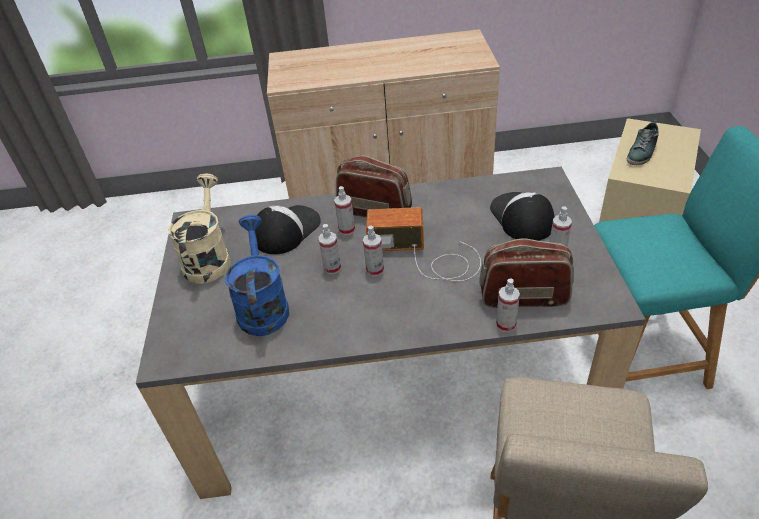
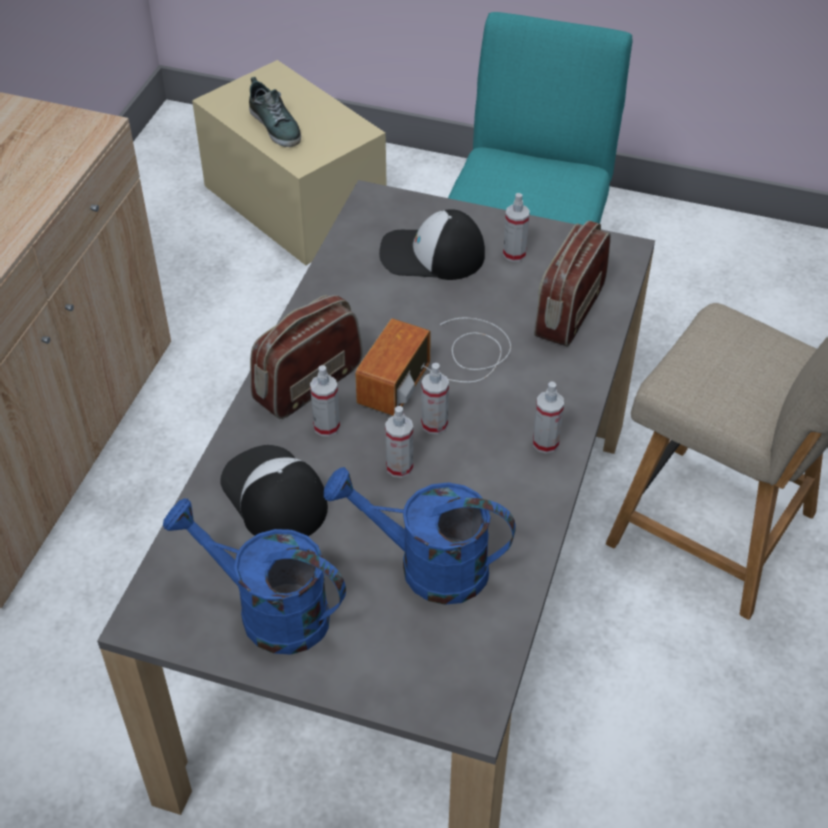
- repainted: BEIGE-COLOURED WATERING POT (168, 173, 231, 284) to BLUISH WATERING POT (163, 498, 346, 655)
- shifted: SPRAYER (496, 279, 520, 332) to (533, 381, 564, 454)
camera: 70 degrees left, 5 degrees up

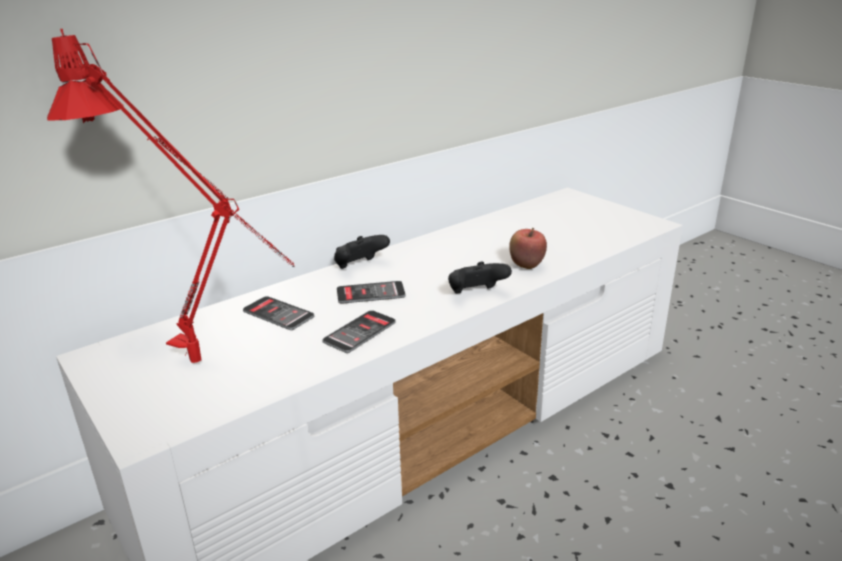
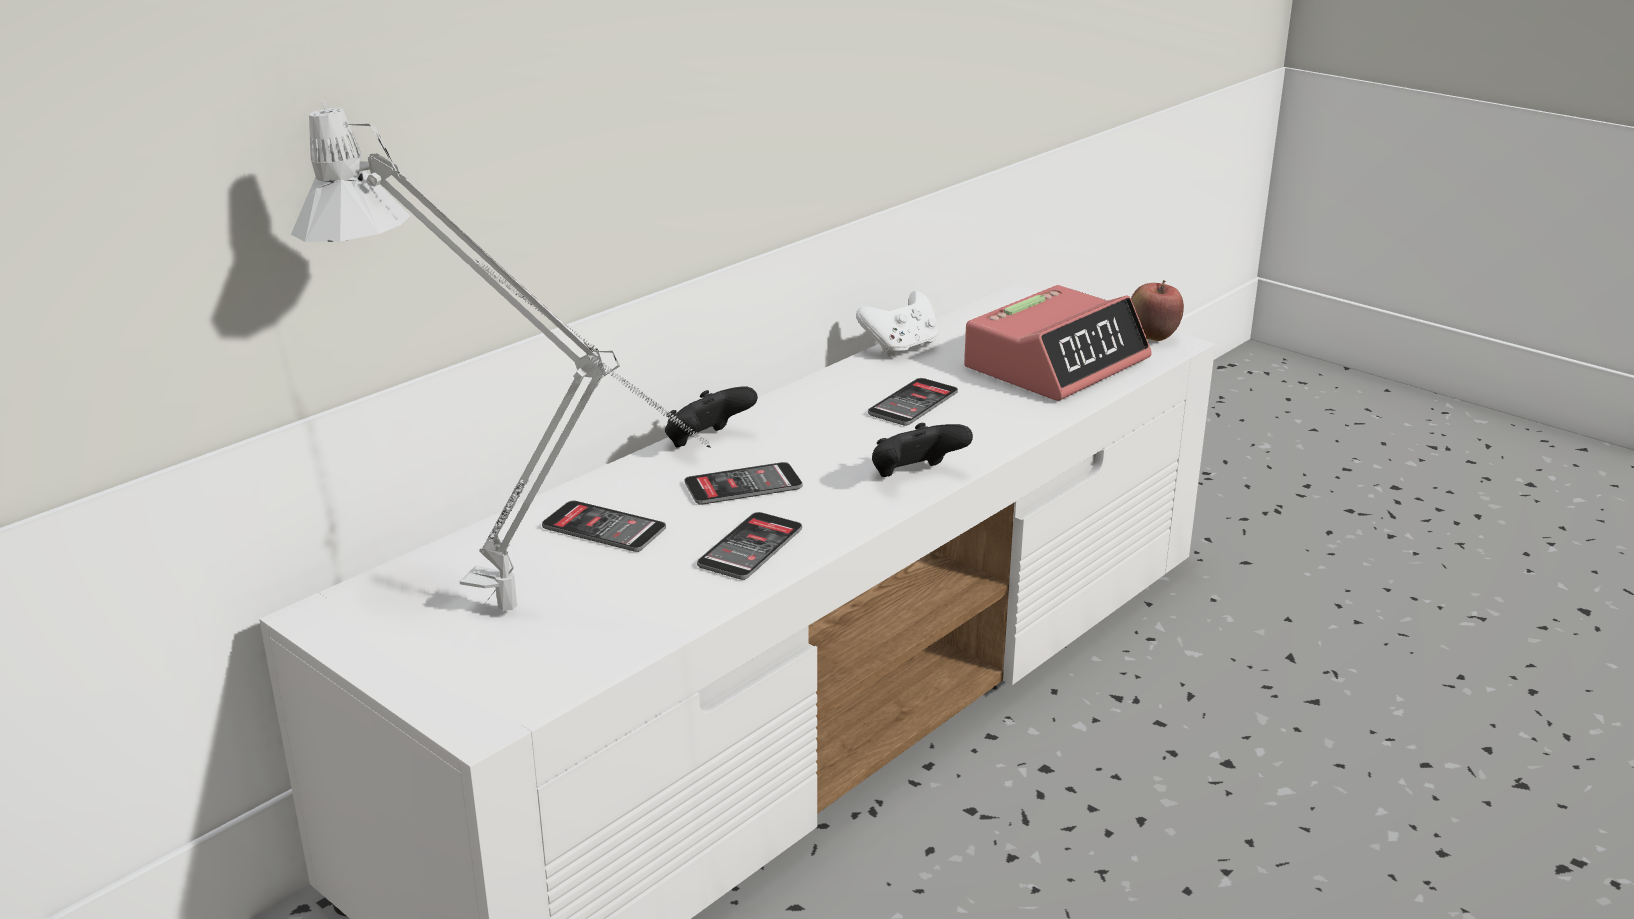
- repainted: RED TABLETOP LAMP (47, 29, 295, 363) to GREY TABLETOP LAMP (291, 101, 711, 611)
- new: WHITE-COLOURED JOYPAD (856, 291, 938, 358)
- new: PHONE (868, 378, 958, 426)
- new: ALARM CLOCK (964, 285, 1152, 401)
- shifted: APPLE FRUIT (509, 228, 547, 269) to (1131, 280, 1184, 341)
camera: 10 degrees left, 0 degrees up

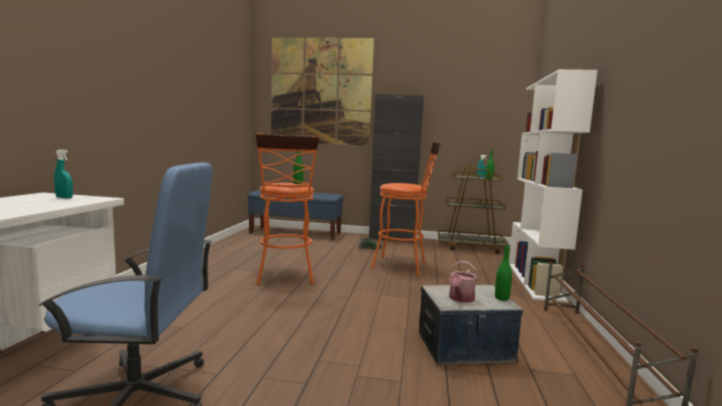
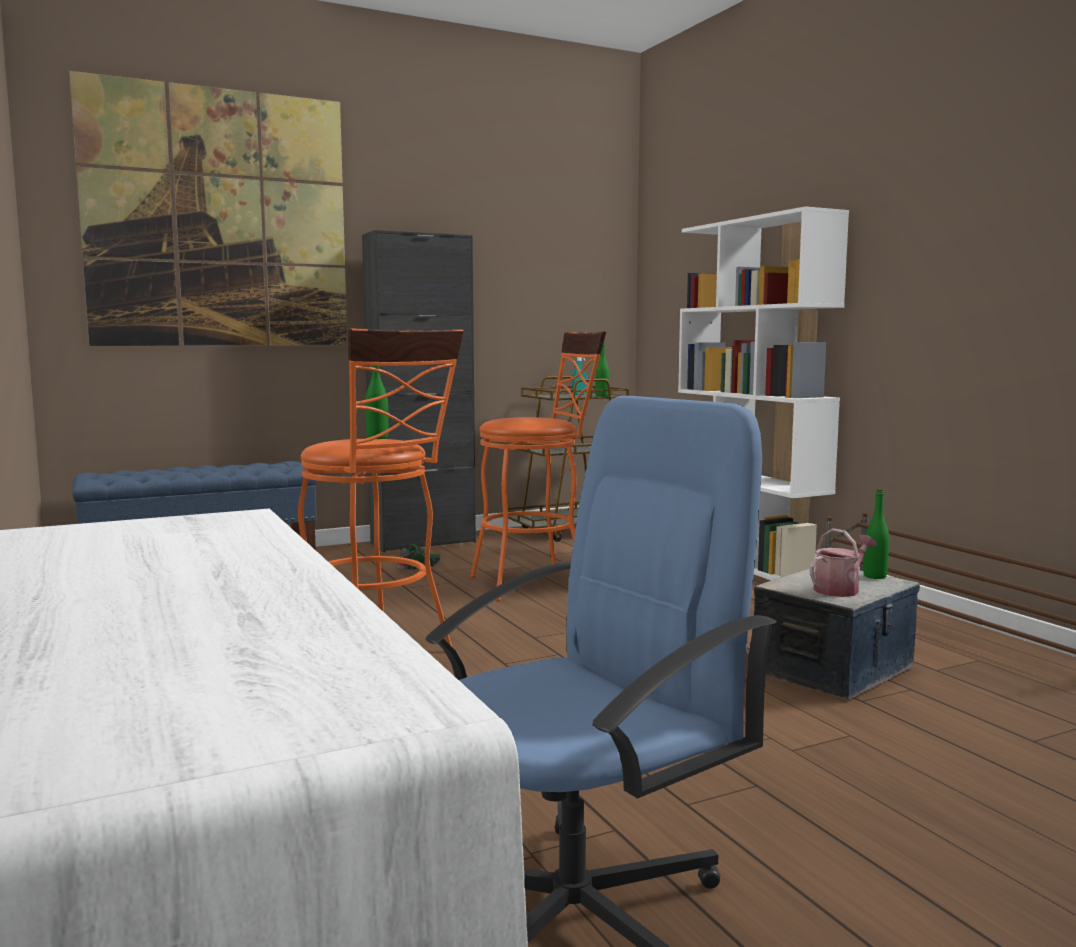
- rotated: WATERING POT (449, 261, 478, 303) = (810, 528, 877, 597) 120 degrees counterclockwise
- gone: TURQUOISE SPRAYER (54, 150, 73, 199)
camera: 35 degrees left, 0 degrees up

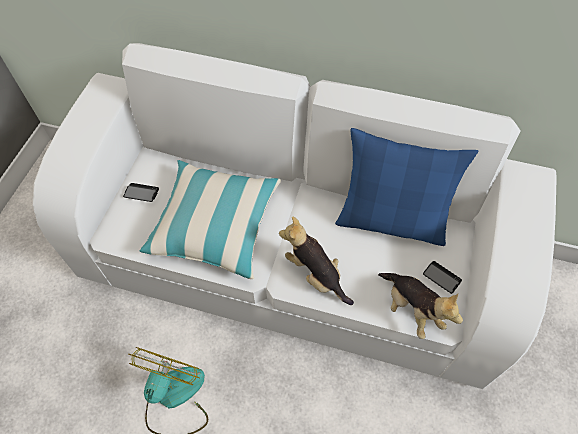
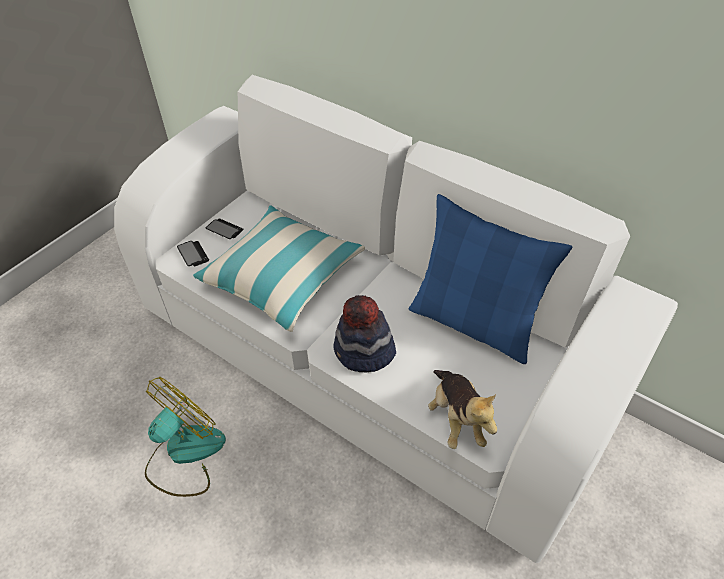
- shifted: PHONE (423, 261, 462, 294) to (177, 241, 209, 266)
- swapped: SOFT TOY (279, 217, 354, 305) to CLOTHING HAT (333, 295, 396, 373)
camera: 20 degrees right, 10 degrees down

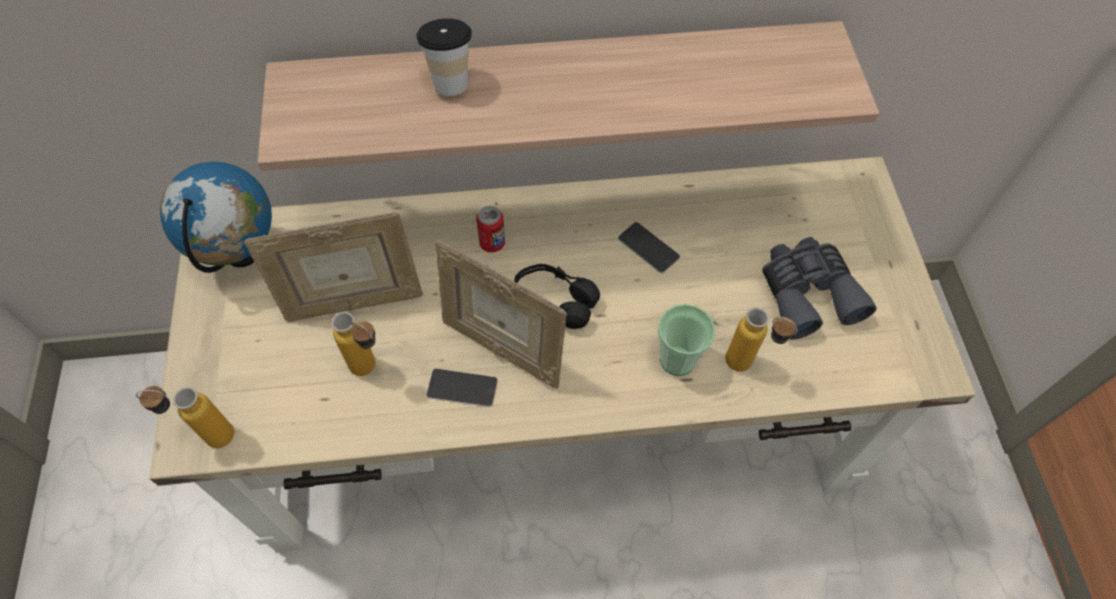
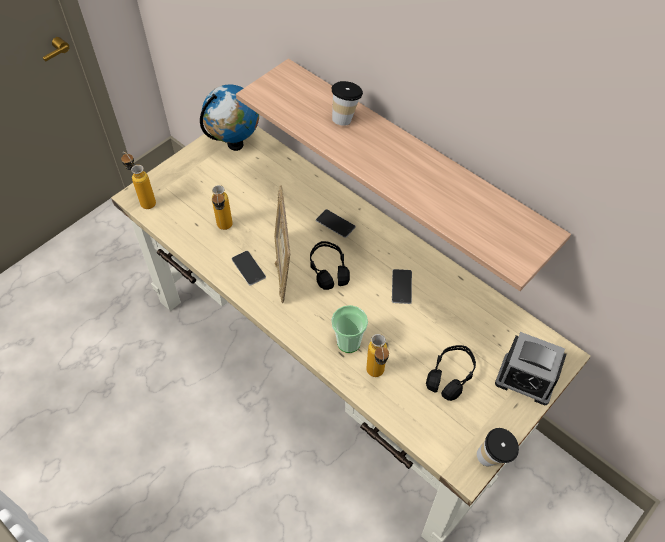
- swapped: SEALED CAN (476, 206, 505, 253) to PHONE (316, 209, 356, 238)
- swapped: GREY BINOCULARS (762, 237, 877, 339) to BLACKISH HEADPHONES (426, 345, 476, 401)
- new: CUP (477, 428, 519, 466)
- new: ALARM CLOCK (495, 332, 566, 405)
- gone: PHOTO FRAME (244, 212, 423, 322)
camera: 50 degrees right, 5 degrees down

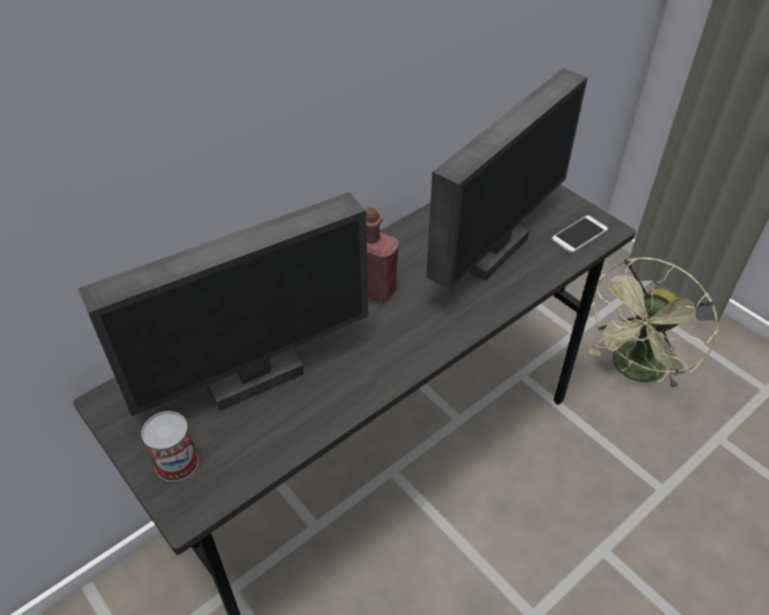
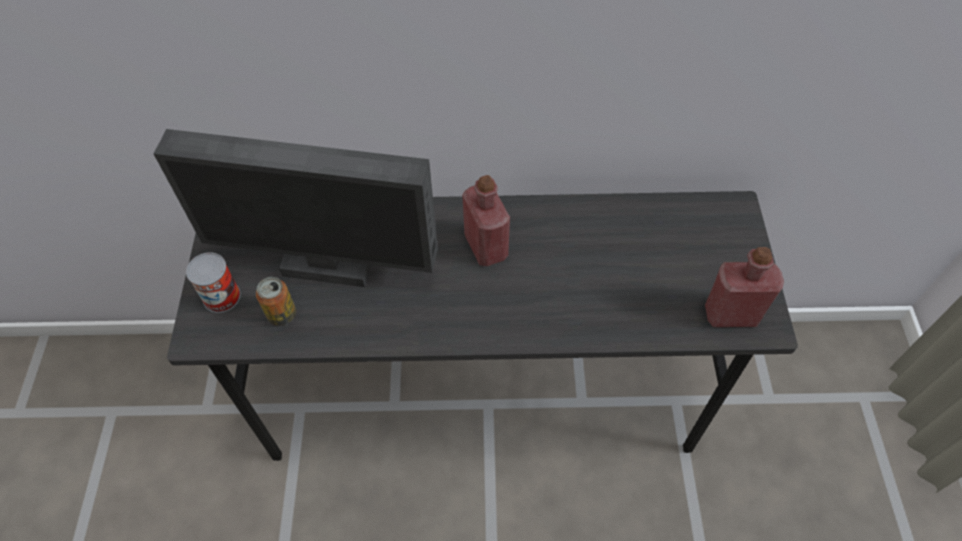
- new: SEALED CAN (256, 277, 296, 326)
- swapped: PHONE (552, 216, 608, 253) to RED DRINK BOTTLE (705, 247, 784, 327)
- gone: MONITOR (426, 68, 588, 290)
- gone: GREENISH ELECTRIC FAN (588, 258, 718, 390)
camera: 40 degrees right, 10 degrees up

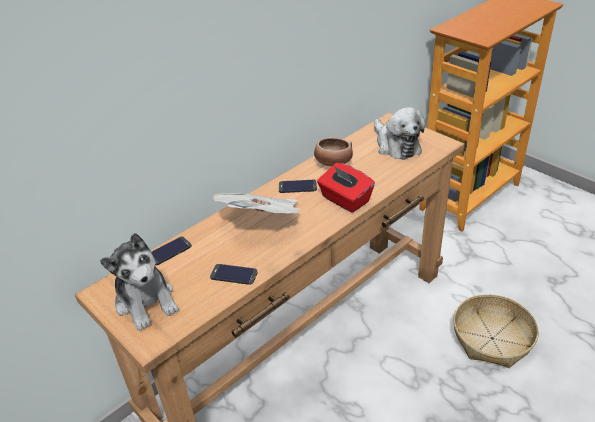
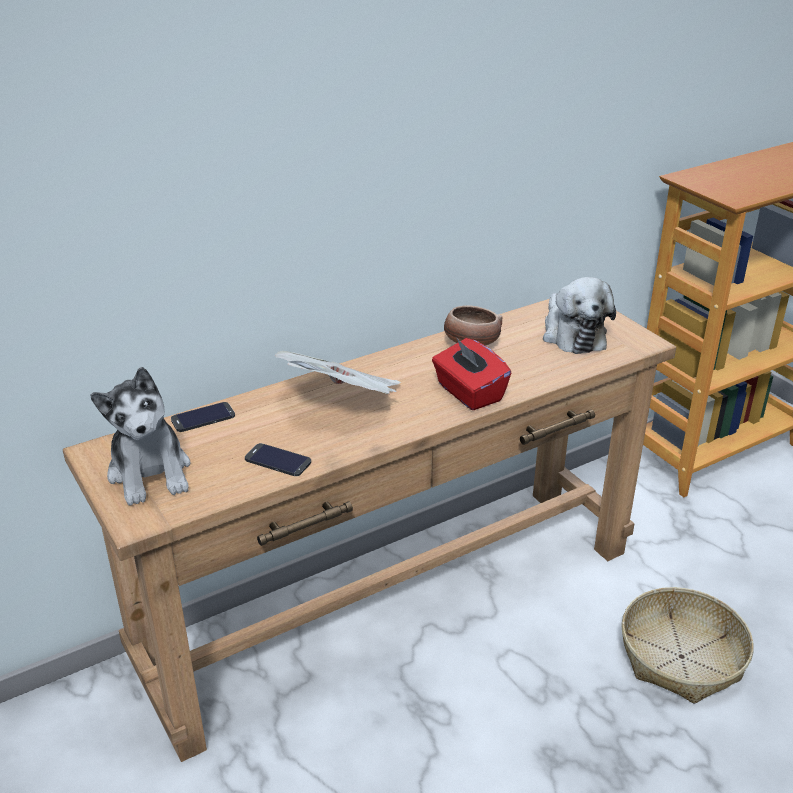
- gone: PHONE (278, 180, 317, 193)
camera: 10 degrees right, 5 degrees down

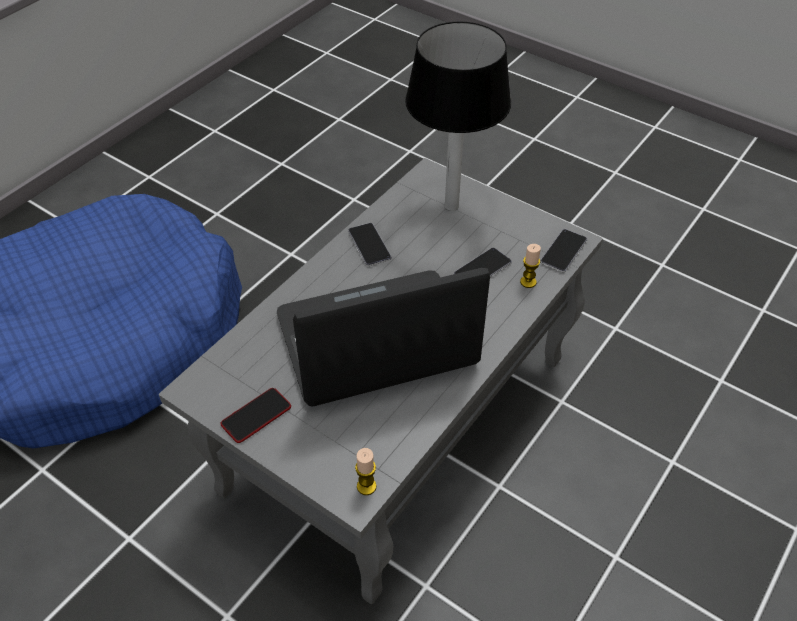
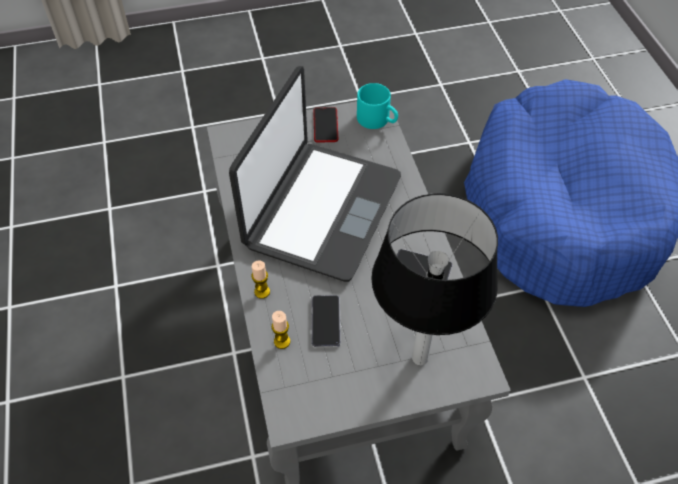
- shifted: WAX LIGHT (355, 448, 377, 495) to (251, 261, 270, 299)
- new: TURQUOISE COFFEE MUG (357, 83, 398, 129)
- gone: PHONE (540, 229, 587, 273)
camera: 130 degrees right, 5 degrees up

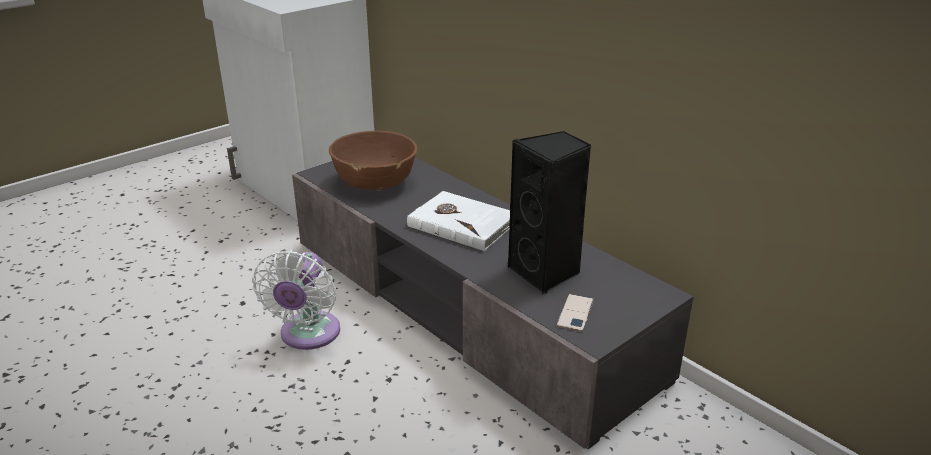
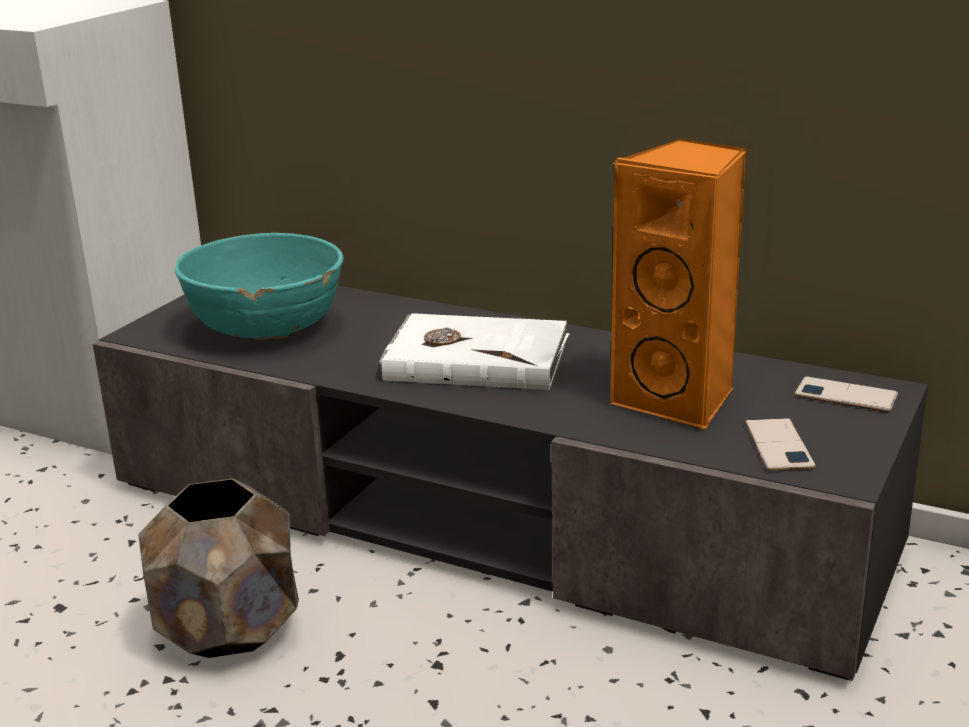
- swapped: WHITE-COLOURED ELECTRIC FAN (252, 250, 340, 350) to BROWN-COLOURED PLANTER (138, 478, 299, 658)
- repainted: BROWN-COLOURED DEEP DISH (329, 131, 417, 191) to TURQUOISE DEEP DISH (175, 233, 343, 340)
- repainted: BLACKISH LOUDSPEAKER (508, 131, 592, 294) to ORANGE-COLOURED LOUDSPEAKER (610, 139, 747, 430)
- new: PHONE (794, 376, 898, 412)
camera: 20 degrees left, 5 degrees down

